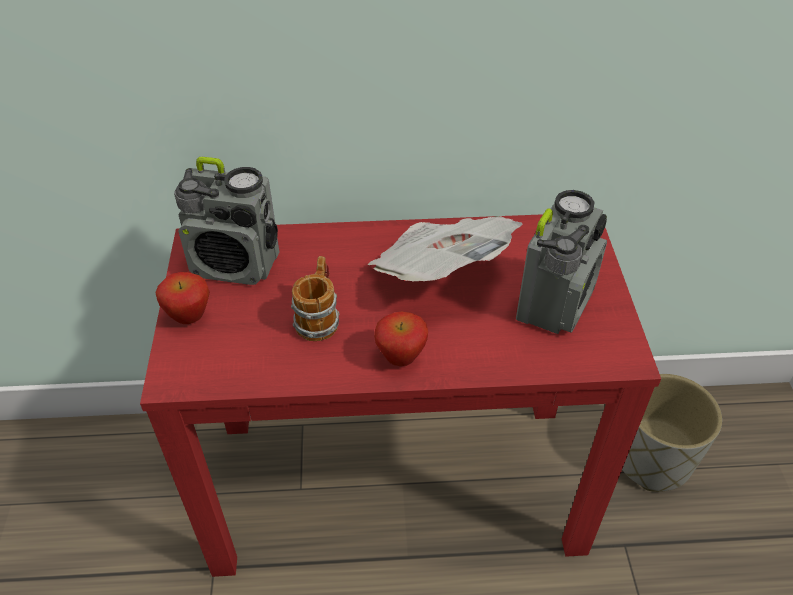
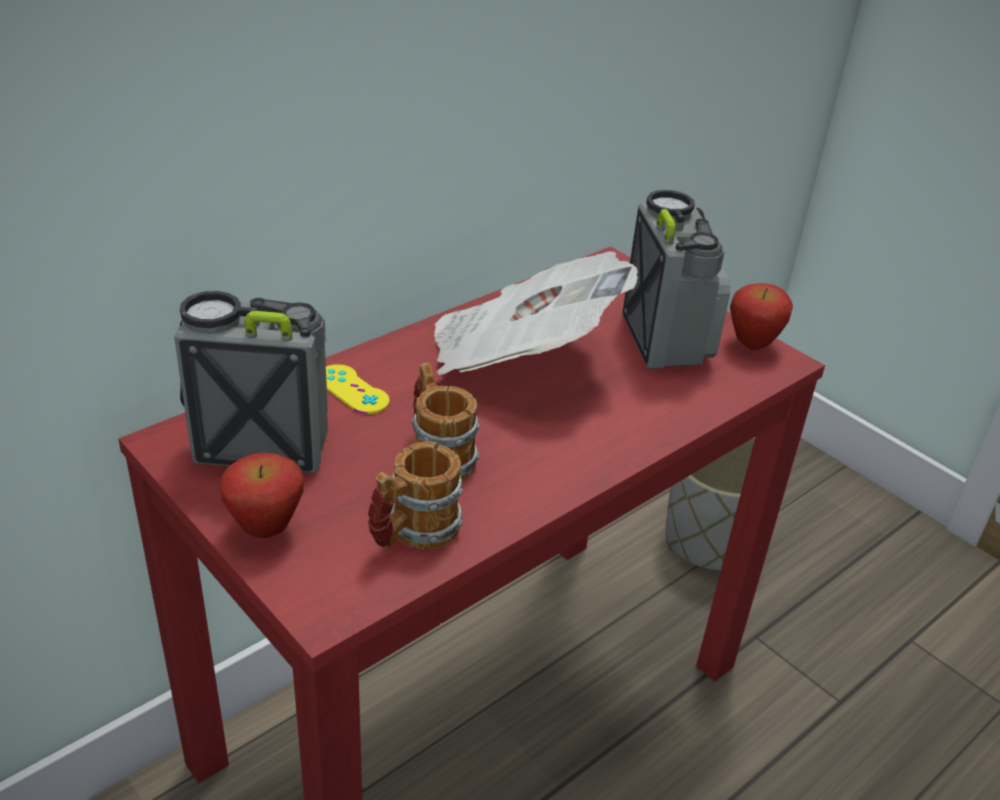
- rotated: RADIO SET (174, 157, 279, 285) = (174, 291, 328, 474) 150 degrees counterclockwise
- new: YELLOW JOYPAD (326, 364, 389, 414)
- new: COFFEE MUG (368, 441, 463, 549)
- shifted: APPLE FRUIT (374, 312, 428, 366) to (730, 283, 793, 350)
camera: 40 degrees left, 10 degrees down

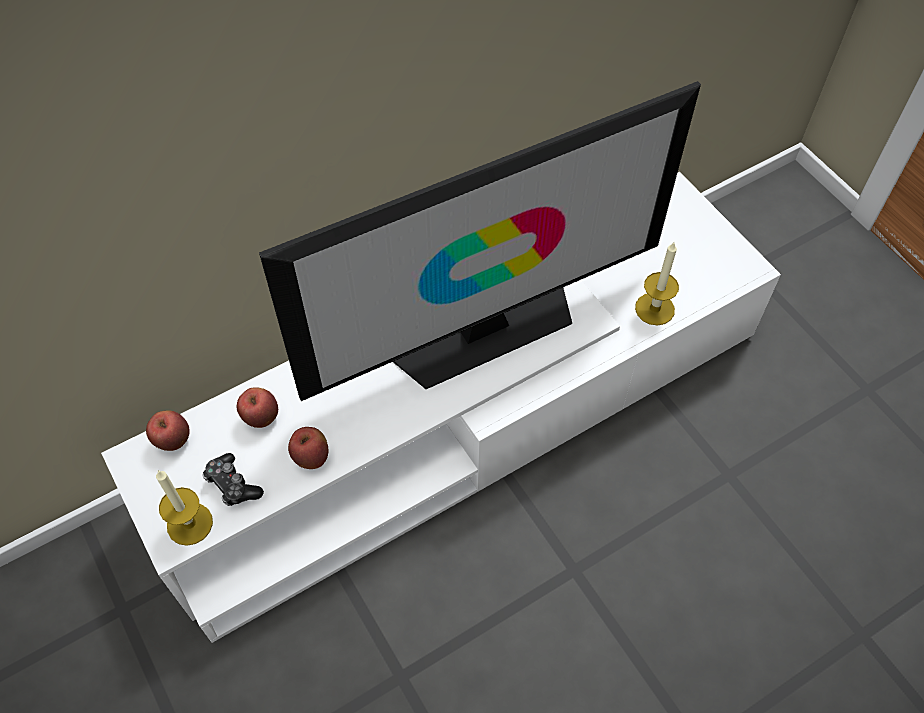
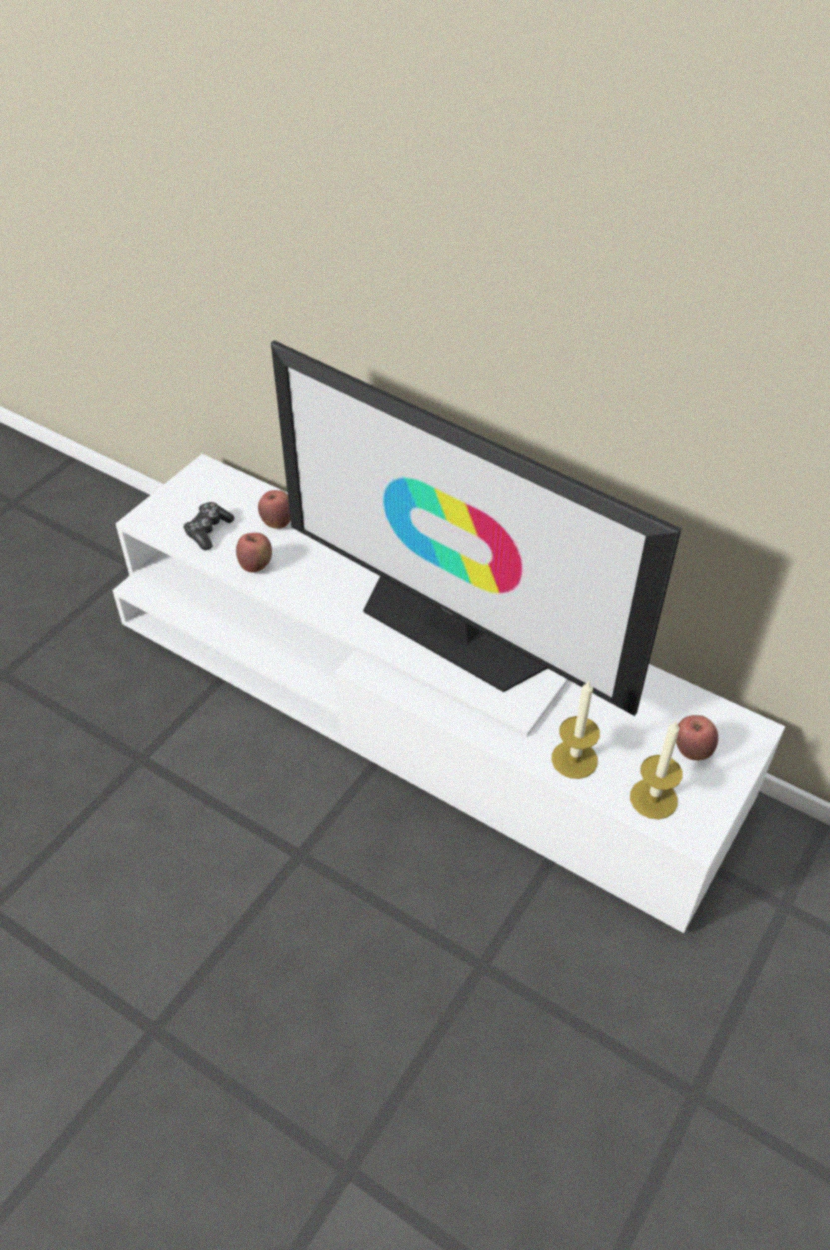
- shifted: WAX LIGHT (156, 471, 213, 546) to (630, 721, 682, 819)
- shifted: APPLE FRUIT (146, 410, 190, 451) to (676, 715, 718, 760)
camera: 65 degrees right, 10 degrees down

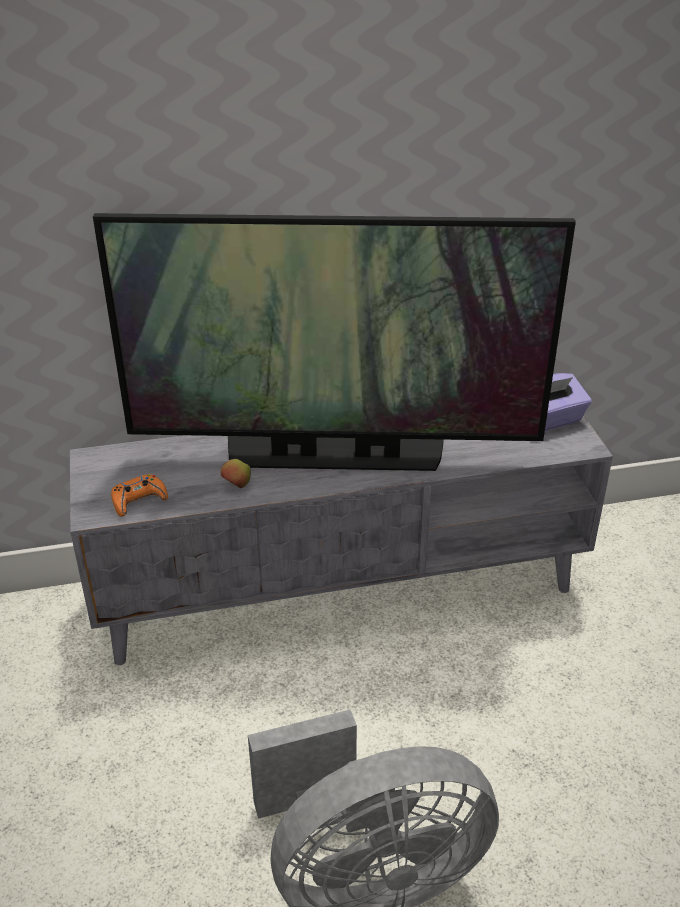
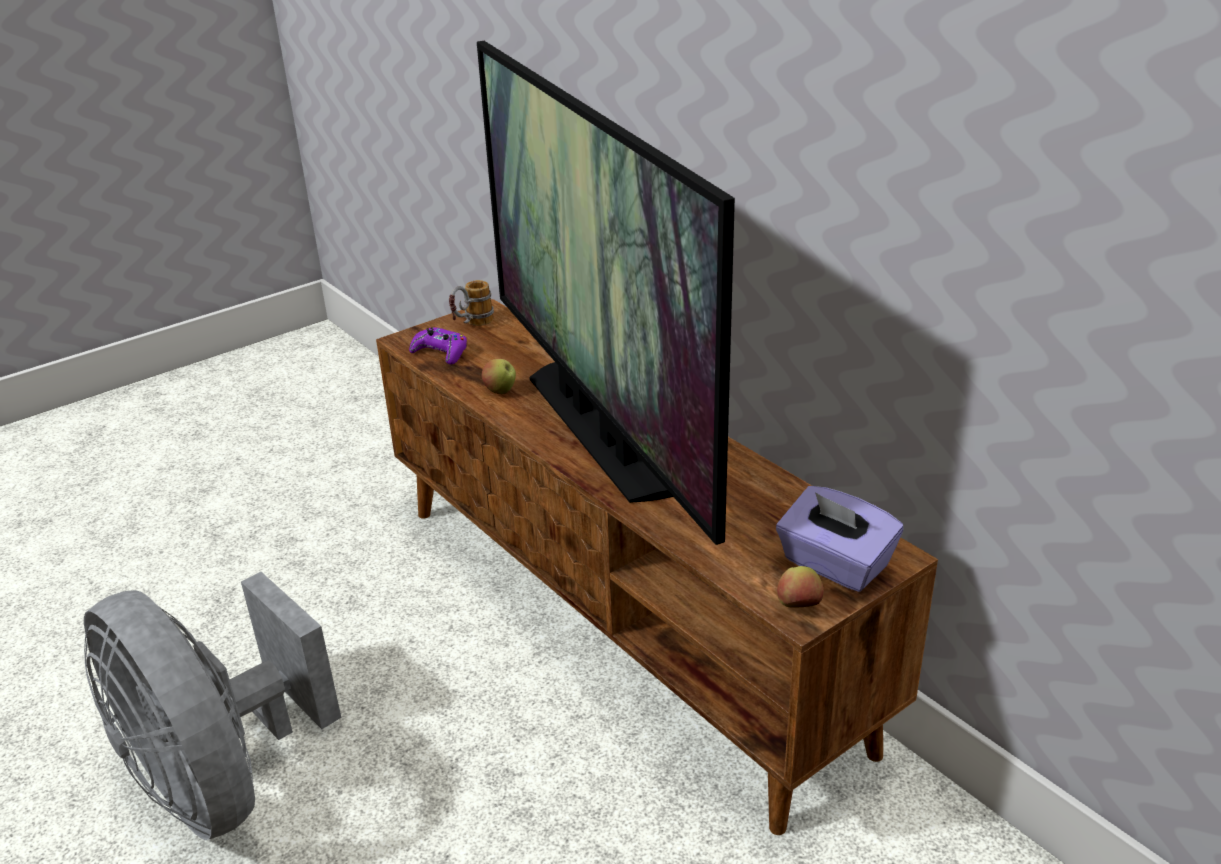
- repainted: GREY TV UNIT (70, 415, 613, 665) to BROWN-COLOURED TV UNIT (376, 299, 938, 835)
- repainted: ORANGE-COLOURED JOYPAD (111, 474, 168, 516) to PURPLISH JOYPAD (409, 327, 467, 365)
- new: COFFEE MUG (449, 280, 494, 326)
- new: APPLE FRUIT (777, 566, 824, 608)
camera: 65 degrees right, 5 degrees down

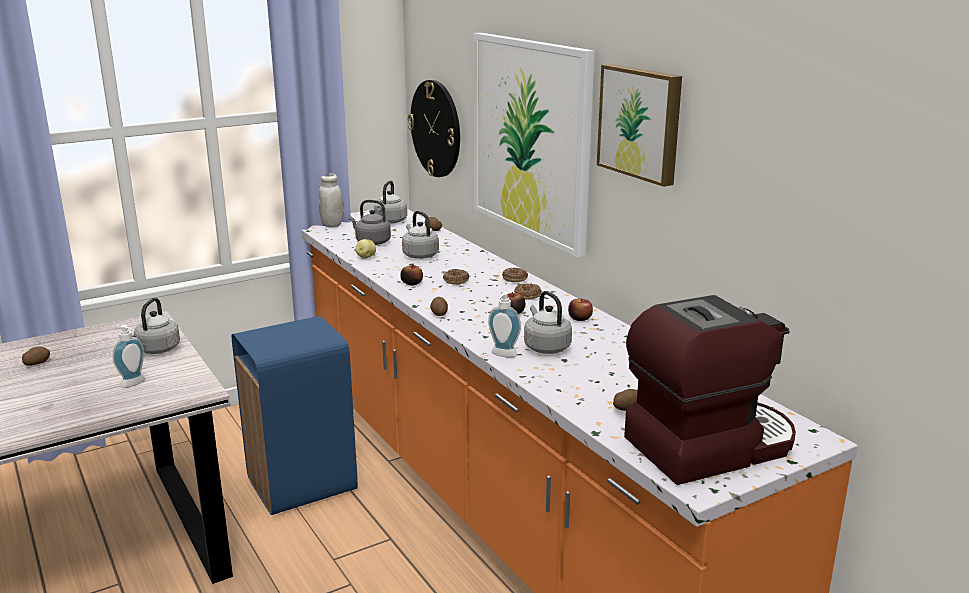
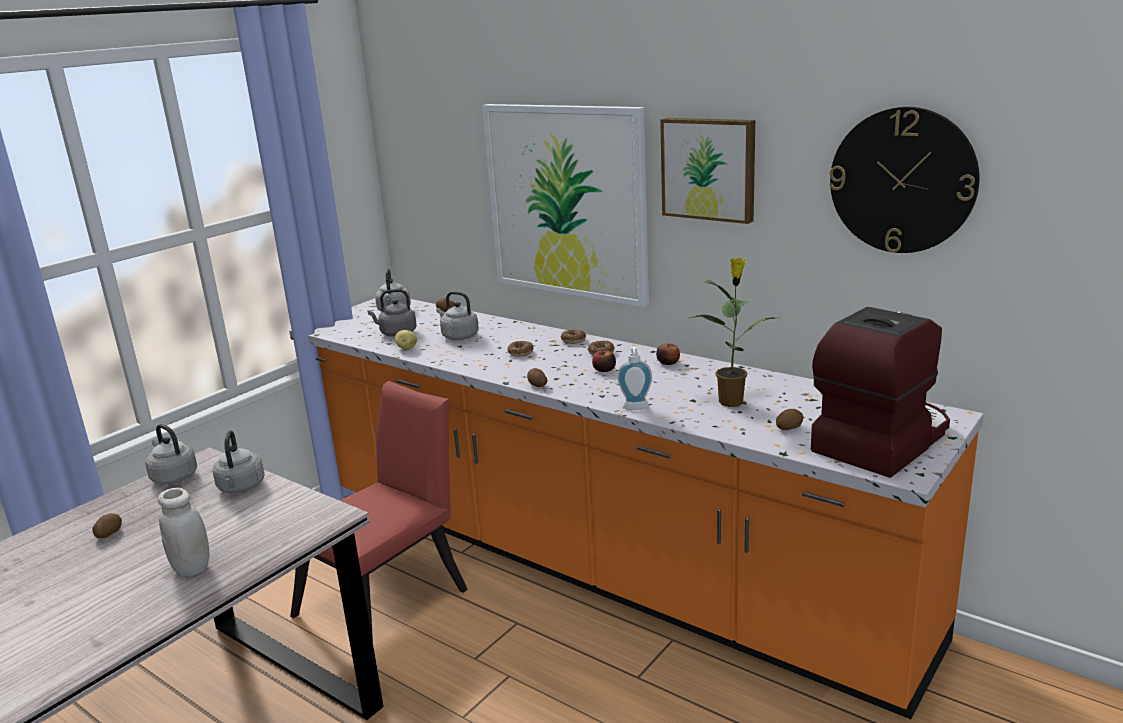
- shifted: GREY KETTLE (524, 291, 572, 354) to (145, 424, 197, 484)
- shifted: WHITE-COLOURED PRESERVE JAR (319, 173, 343, 227) to (158, 488, 209, 576)
- swapped: BLUISH TRASH CAN (232, 316, 358, 515) to RED CHAIR (290, 381, 468, 641)
- new: PLANT IN A POT (689, 258, 781, 407)
- shifted: HANGING CLOCK (408, 80, 460, 177) to (829, 107, 979, 253)
- gone: SOAP BOTTLE (113, 325, 145, 388)
- gone: APPLE FRUIT (400, 265, 423, 285)
camera: 20 degrees left, 0 degrees up

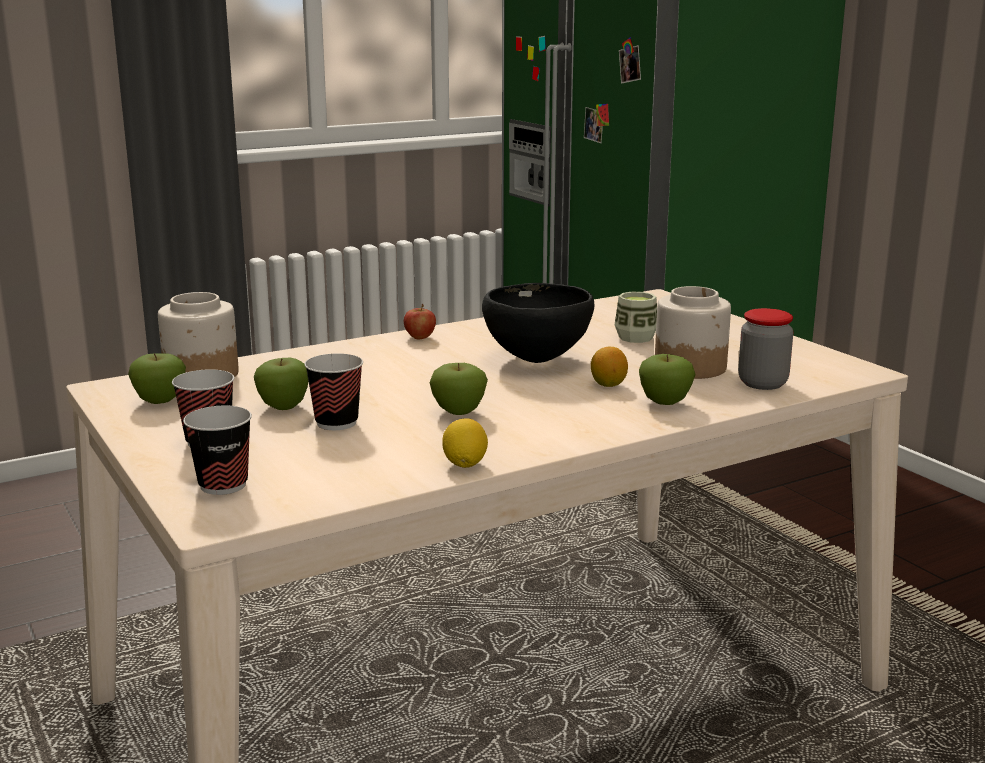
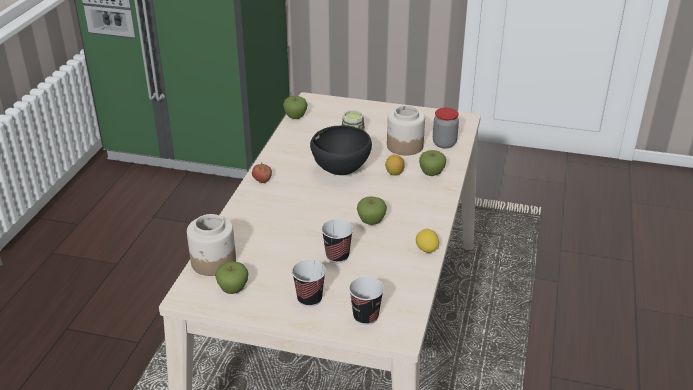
- shifted: APPLE FRUIT (254, 358, 308, 410) to (283, 96, 308, 119)
camera: 45 degrees left, 15 degrees up

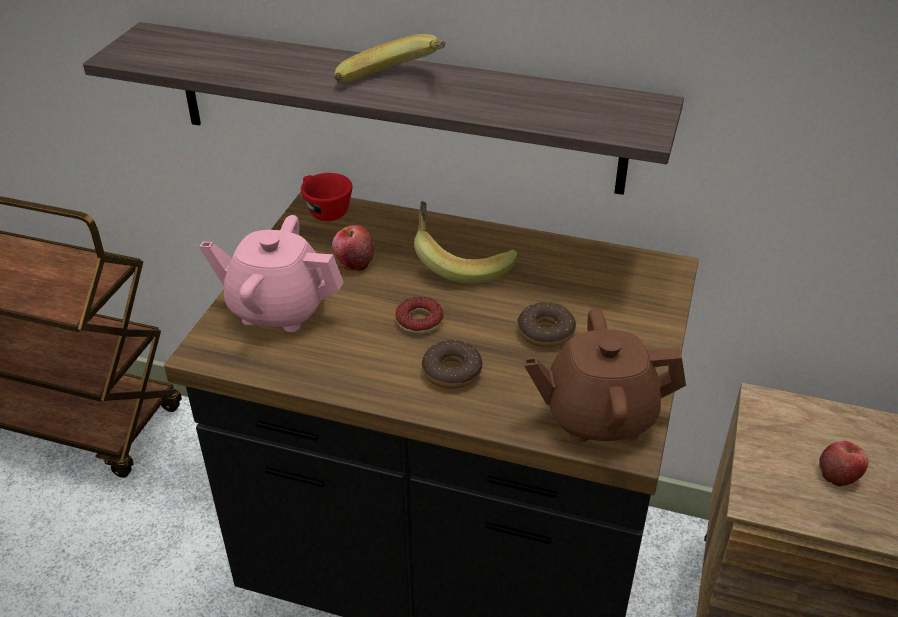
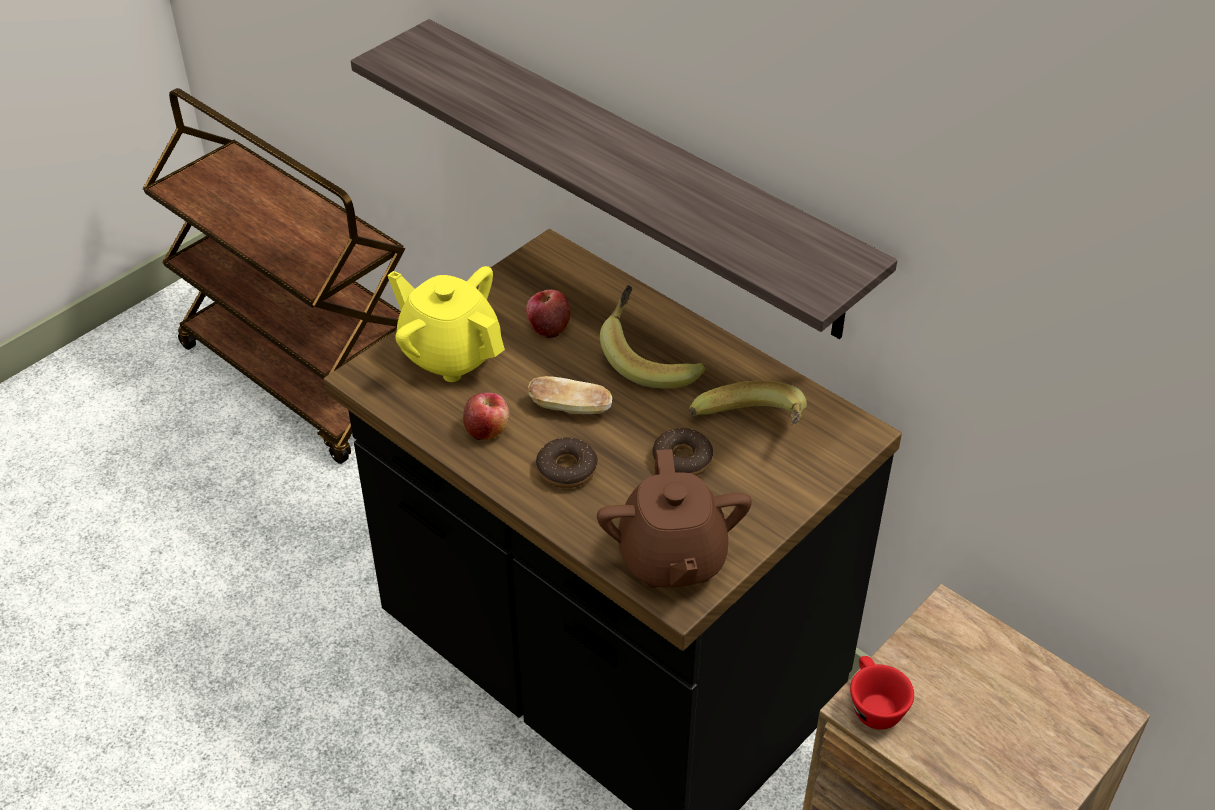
- repainted: PINKISH TEA POT (199, 215, 344, 332) to YELLOW TEA POT (387, 266, 505, 382)
- shifted: APPLE FRUIT (819, 441, 869, 486) to (463, 393, 509, 440)
- swapped: RING DOUGHNUT (395, 297, 443, 334) to BAKED BREAD (528, 376, 612, 414)
- rotated: BROWN-COLOURED TEA POT (523, 308, 686, 443) = (597, 449, 752, 588) 120 degrees counterclockwise
- shifted: BANANA (334, 34, 446, 82) to (689, 381, 807, 425)
- shifted: RED CUP (301, 173, 352, 221) to (850, 656, 914, 730)
camera: 25 degrees right, 5 degrees up

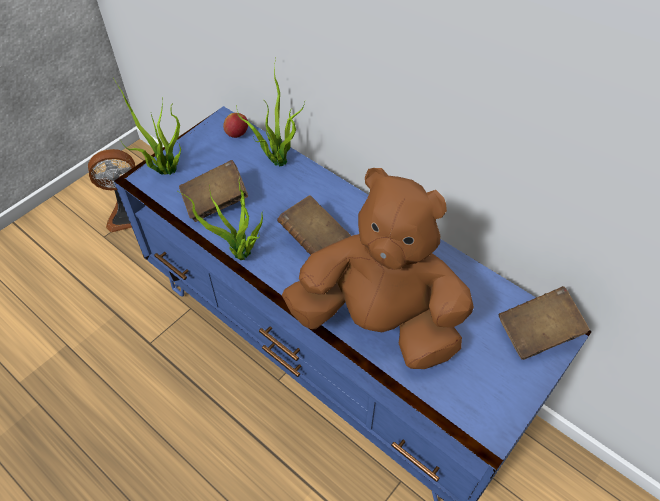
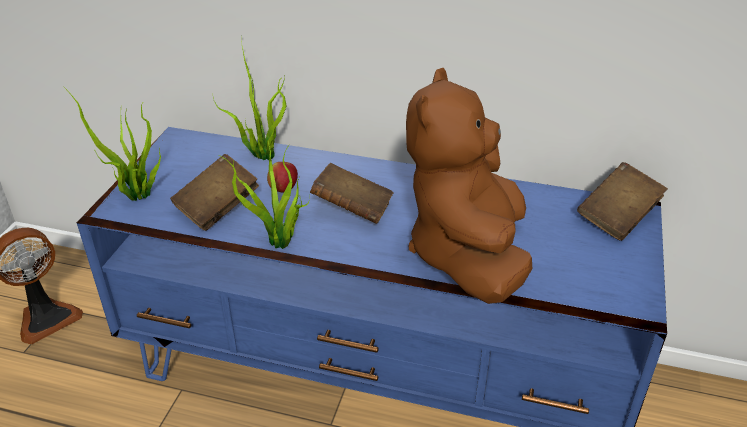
- shifted: APPLE FRUIT (223, 113, 248, 138) to (267, 162, 298, 192)
- rotated: BROWN-COLOURED SOFT TOY (282, 168, 474, 369) = (406, 68, 532, 304) 75 degrees counterclockwise
camera: 25 degrees left, 15 degrees down

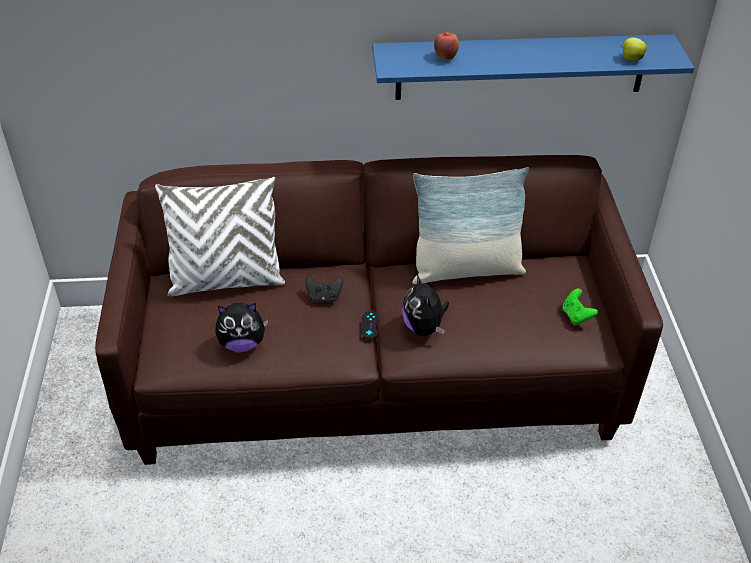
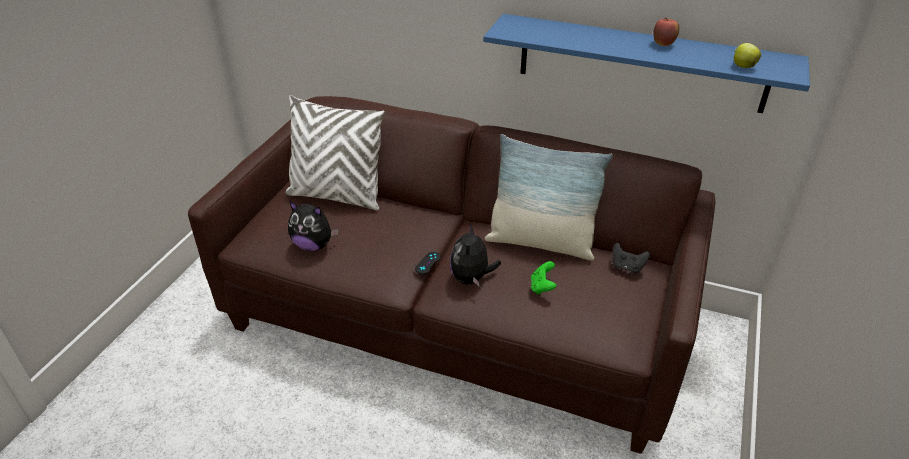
- shifted: GREENISH JOYPAD (562, 288, 598, 325) to (531, 261, 557, 295)
- shifted: BLACKISH JOYPAD (305, 276, 343, 302) to (612, 243, 650, 273)
- shifted: APPLE FRUIT (434, 32, 459, 60) to (653, 17, 679, 46)
camera: 25 degrees right, 5 degrees down

